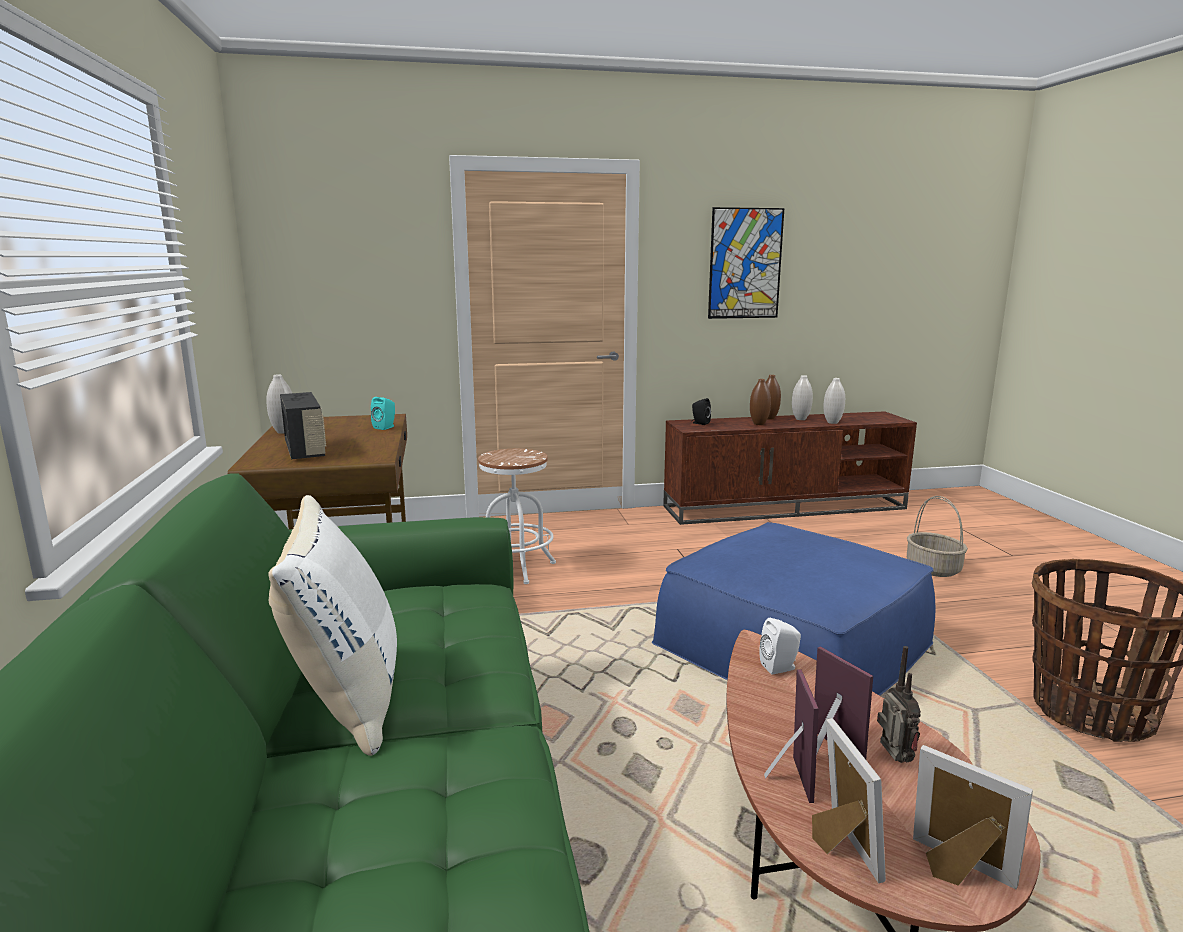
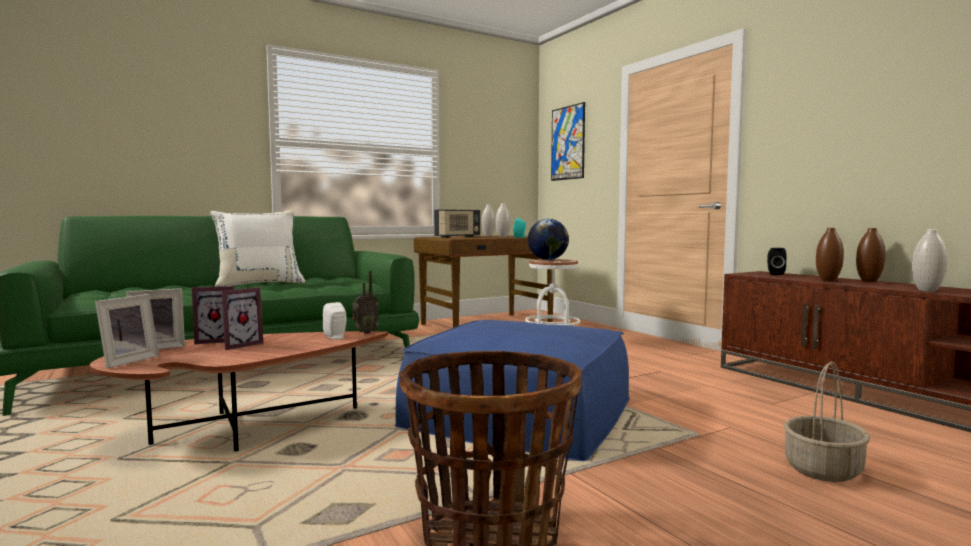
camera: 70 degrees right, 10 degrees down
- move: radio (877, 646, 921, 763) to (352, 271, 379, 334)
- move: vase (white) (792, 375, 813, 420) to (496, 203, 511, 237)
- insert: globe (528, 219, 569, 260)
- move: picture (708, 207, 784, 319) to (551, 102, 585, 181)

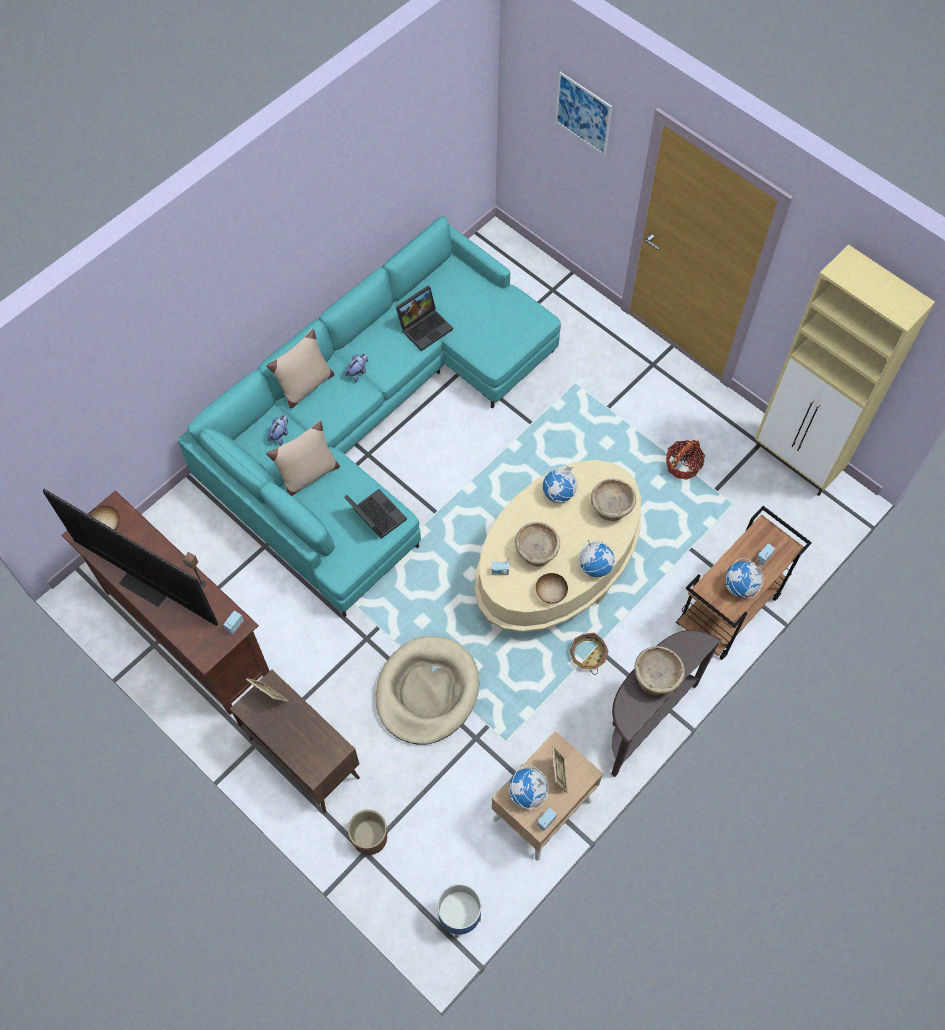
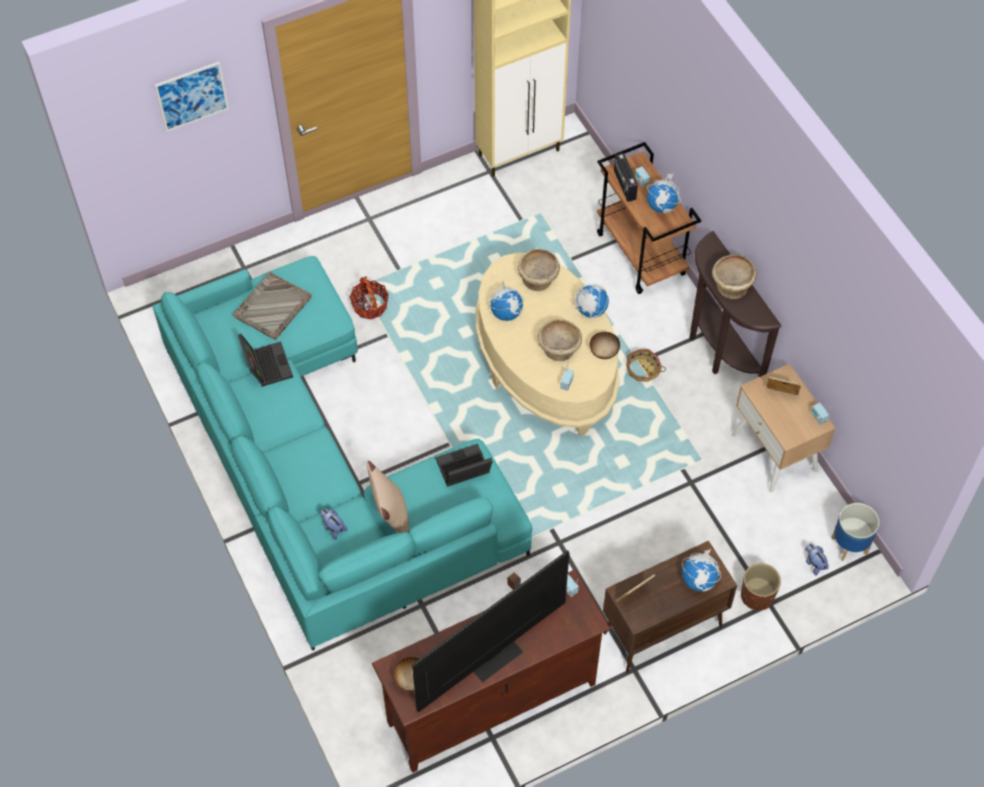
camera: 70 degrees left, 5 degrees down
- insert: tray (grey) (233, 272, 312, 340)
- move: basket (666, 440, 705, 480) to (350, 277, 389, 319)
- insert: radio (614, 153, 638, 202)
- move: globe (509, 766, 549, 810) to (682, 548, 721, 592)
- move: plush toy (345, 354, 368, 382) to (805, 544, 829, 576)
- delete: pillow (beige) (266, 329, 335, 409)
- delete: dog bed (beige) (376, 636, 479, 745)

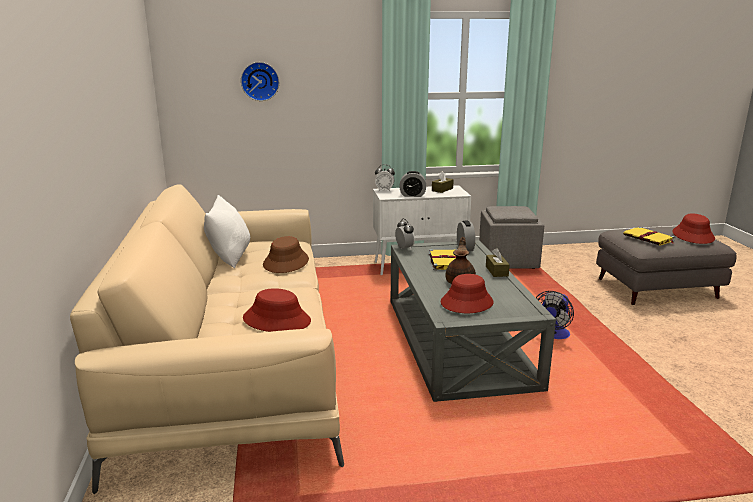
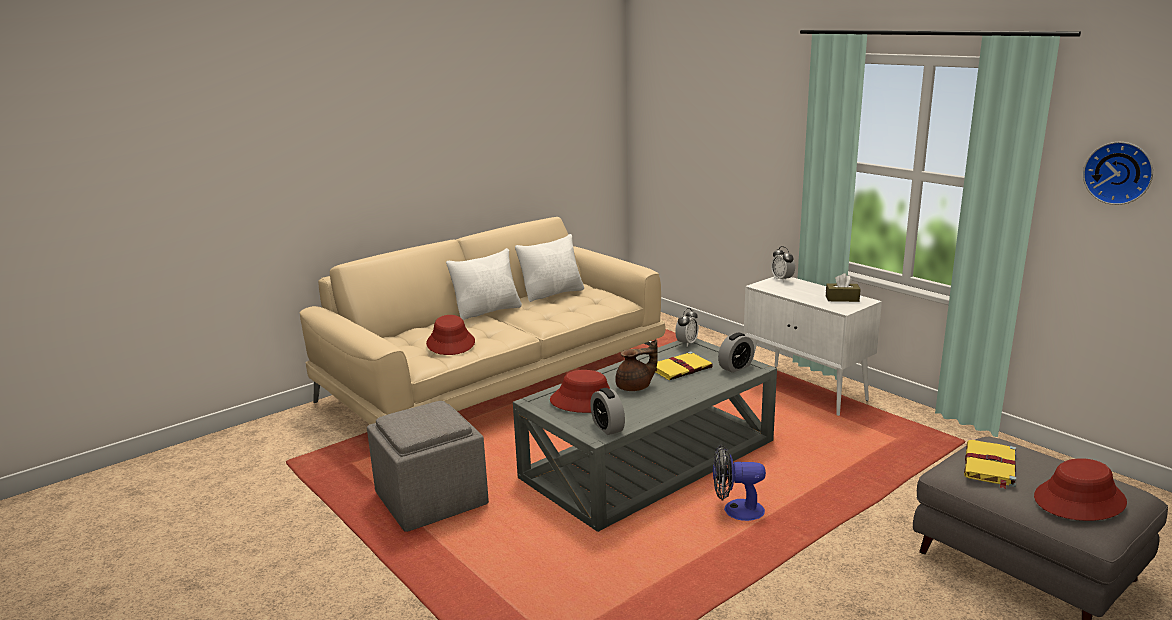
camera: 60 degrees right, 0 degrees up
- move: ottoman (grey) (479, 206, 544, 269) to (367, 401, 489, 532)
- insert: pillow (white) (446, 248, 522, 320)
- move: alarm clock (399, 171, 426, 197) to (590, 388, 625, 435)
- move: wall clock (241, 62, 279, 101) to (1083, 142, 1153, 205)
- delete: hat (brown) (263, 236, 309, 273)
- delete: tissue box (brown) (486, 248, 510, 277)

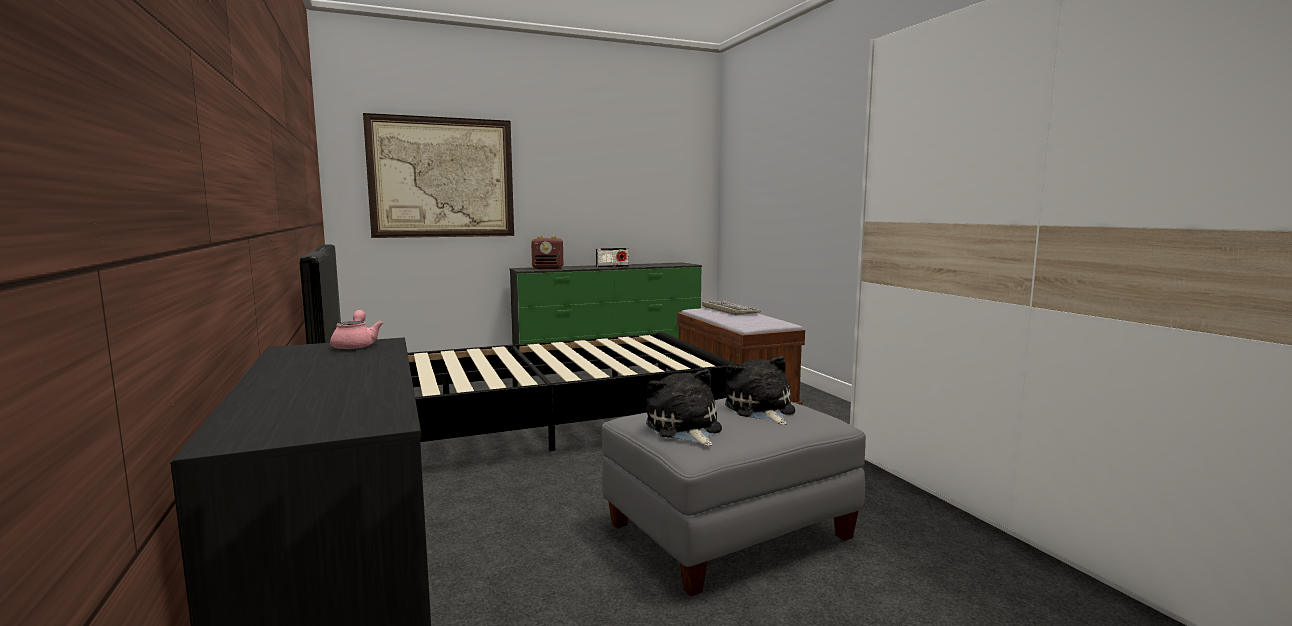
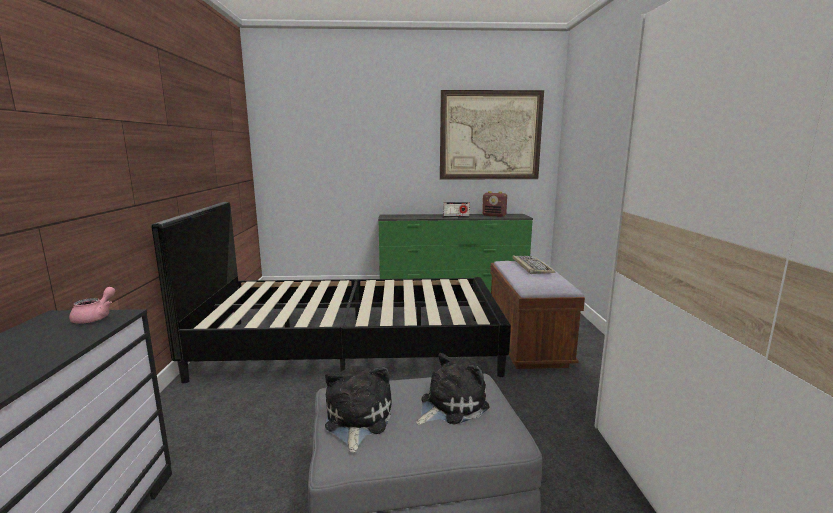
camera: 20 degrees right, 5 degrees up
- rotate: plush toy (725, 356, 795, 425) = (416, 353, 490, 425) 45 degrees clockwise
- move: picture (363, 113, 514, 238) to (440, 90, 544, 179)
- move: radio (531, 236, 563, 269) to (482, 191, 507, 217)

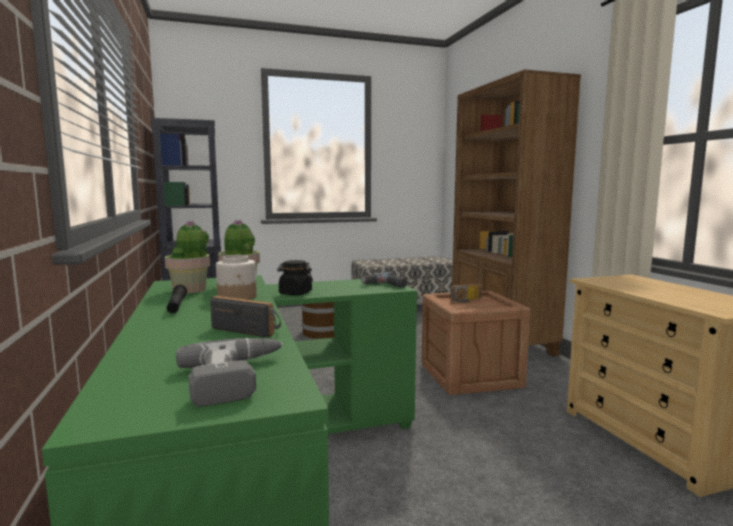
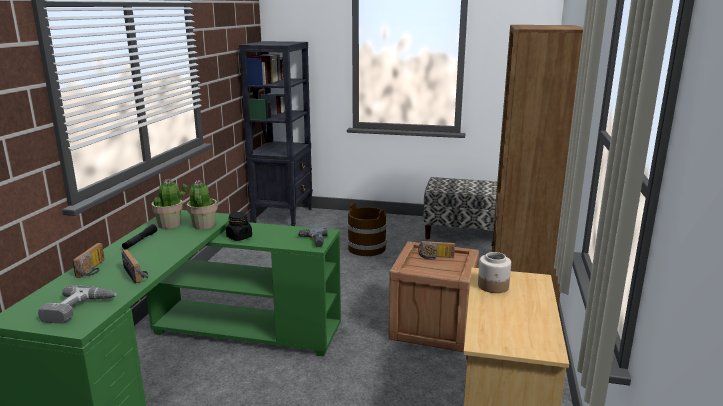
camera: 30 degrees right, 10 degrees up
- insert: radio (72, 243, 105, 278)
- move: jar (216, 255, 257, 300) to (478, 252, 511, 293)

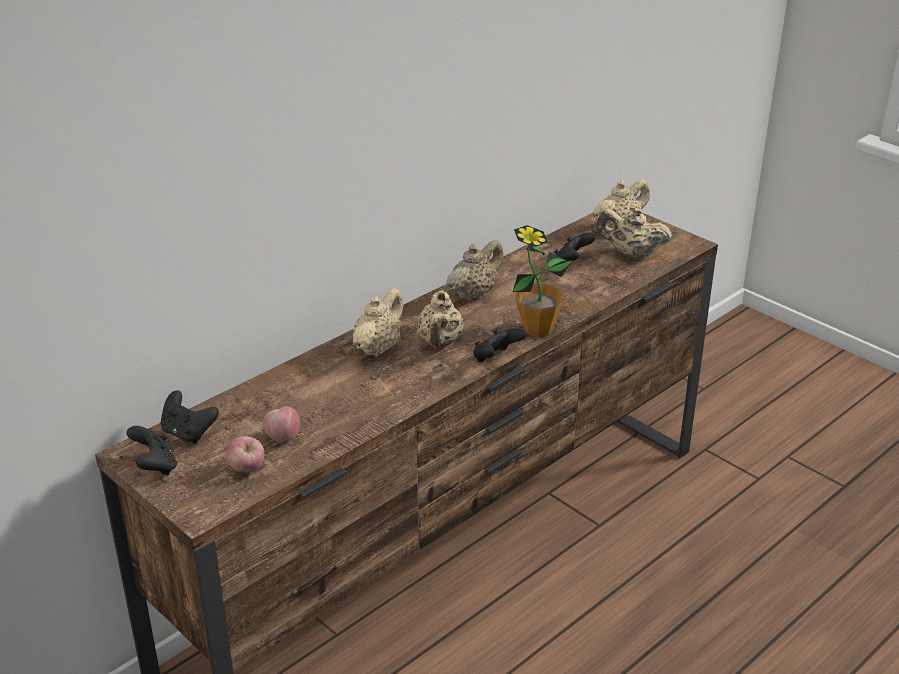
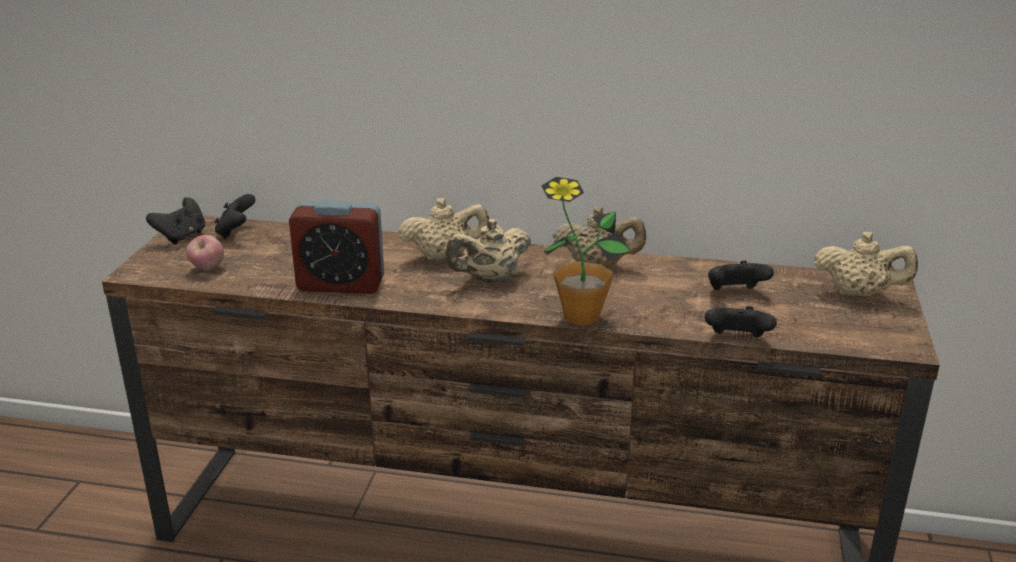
camera: 55 degrees right, 5 degrees down
- insert: alarm clock (289, 200, 384, 294)
- move: game controller (black) (473, 328, 527, 362) to (705, 306, 777, 337)
- delete: apple (263, 407, 300, 442)
- delete: teapot (beige) (597, 208, 672, 259)

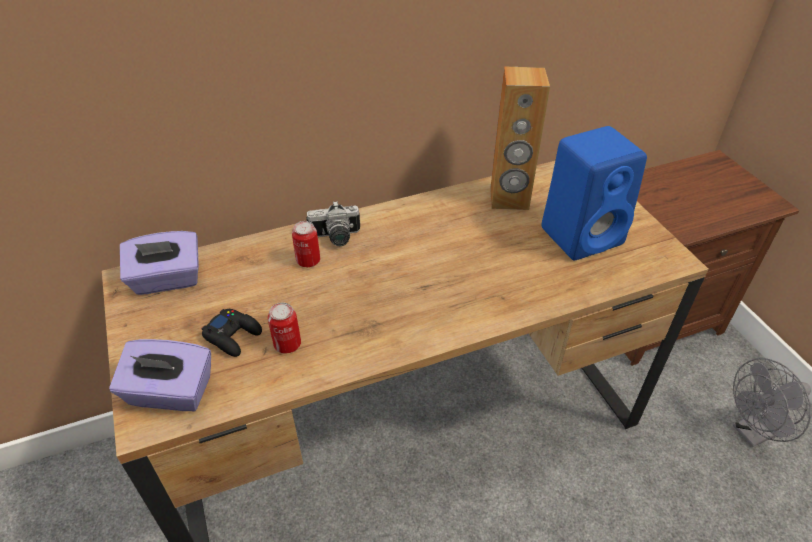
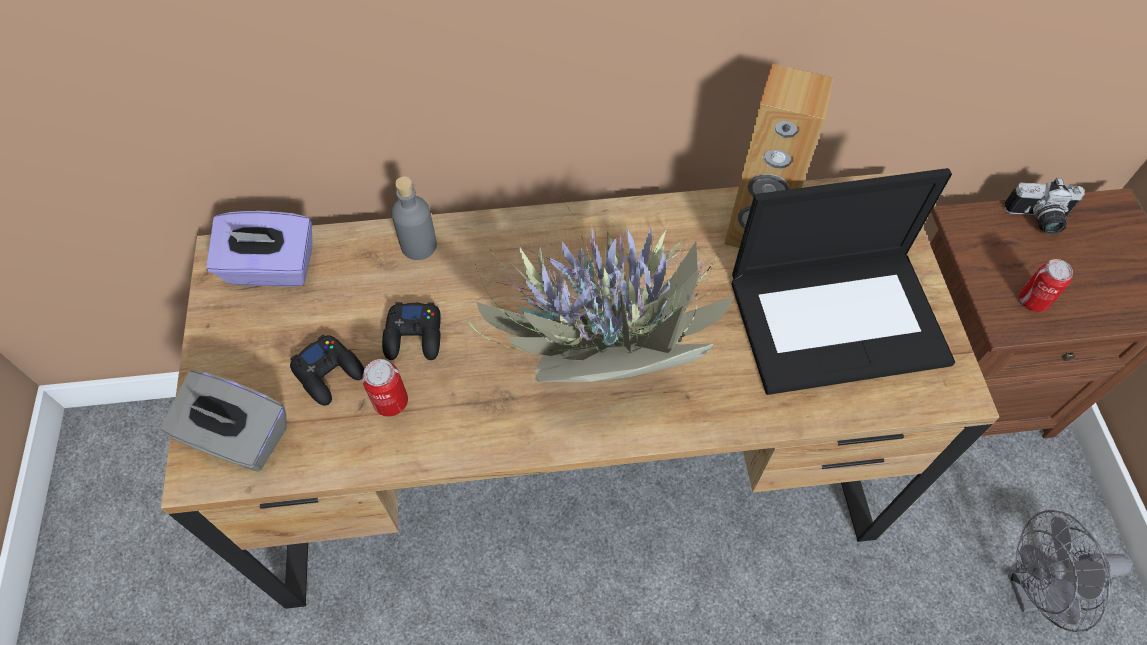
camera: 15 degrees right, 15 degrees up
- recolor: tissue box (purple) (109, 339, 211, 411) to tissue box (grey) (160, 370, 286, 472)
- insert: game controller (black) (382, 302, 441, 360)
- insert: bottle (grey) (392, 176, 437, 260)
- insert: potted plant (466, 194, 745, 382)
- replace: speaker (blue) (541, 126, 647, 261) to laptop (731, 168, 955, 395)
- move: photo camera (307, 201, 360, 246) to (1004, 178, 1085, 235)
- move: can (292, 221, 320, 267) to (1019, 259, 1073, 312)

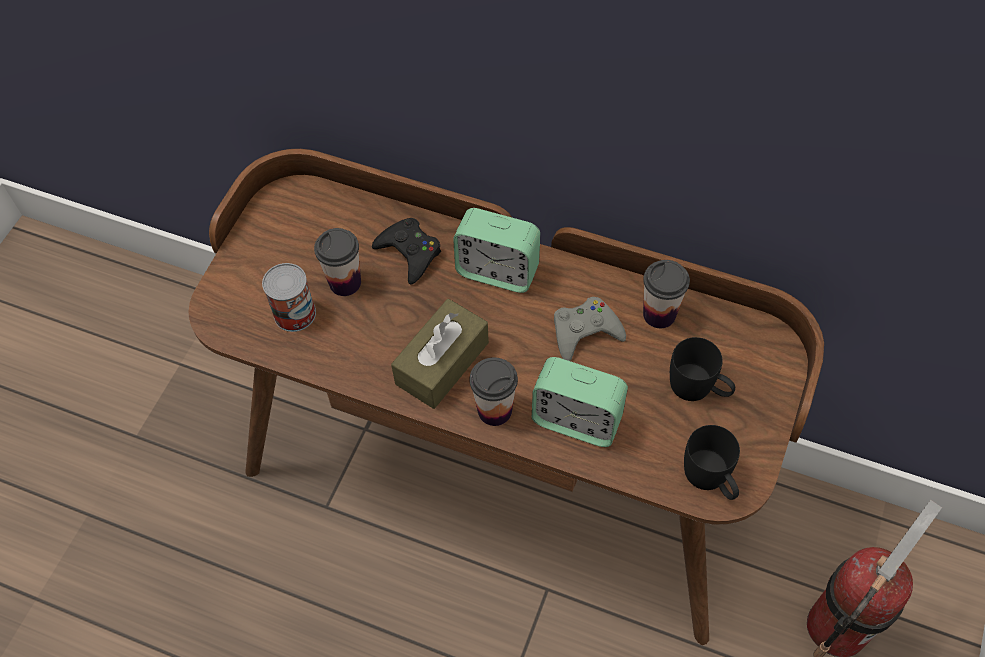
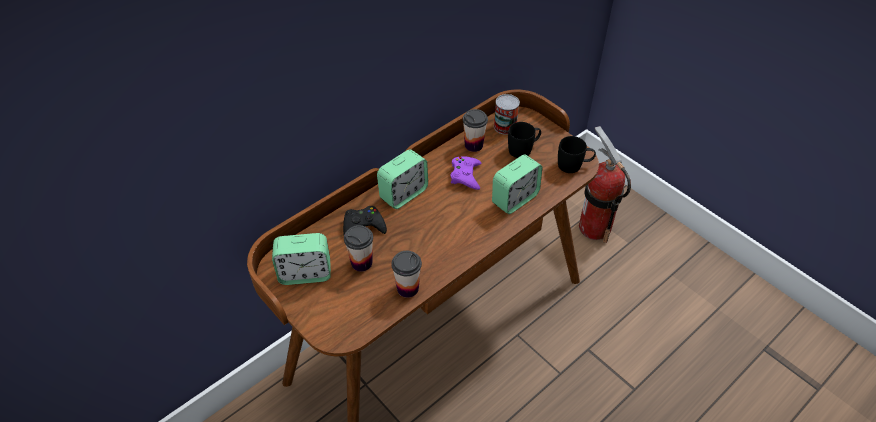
camera: 65 degrees left, 10 degrees down
- insert: alarm clock (272, 233, 331, 285)
- move: cup (470, 357, 518, 426) to (391, 251, 422, 298)
- recolor: game controller (grey) (554, 297, 626, 361) to game controller (purple) (451, 156, 481, 190)
- move: can (262, 263, 316, 332) to (494, 94, 520, 135)
- delete: tissue box (brown) (391, 299, 489, 409)

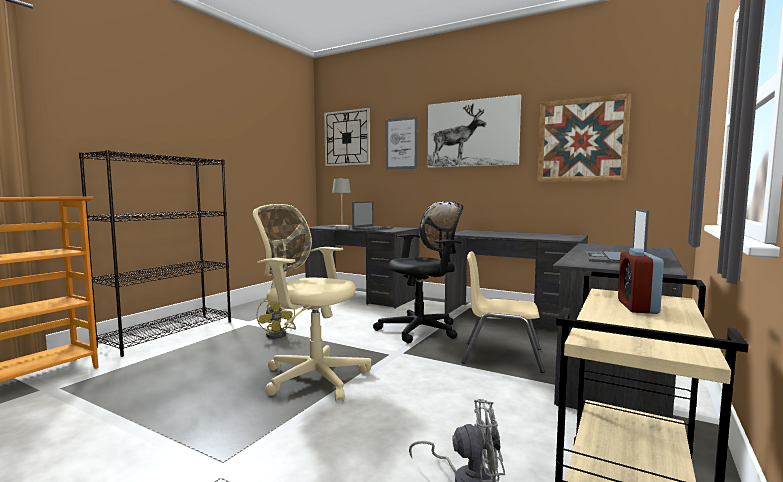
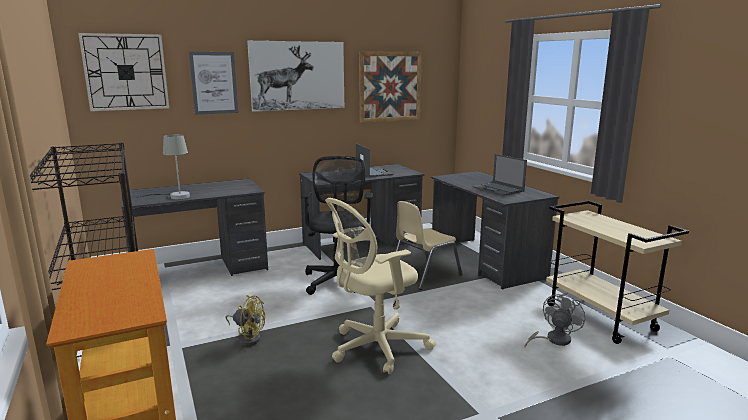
camera: 55 degrees left, 10 degrees up
- move: laptop (352, 201, 394, 231) to (356, 143, 394, 177)
- delete: alarm clock (618, 248, 664, 314)

